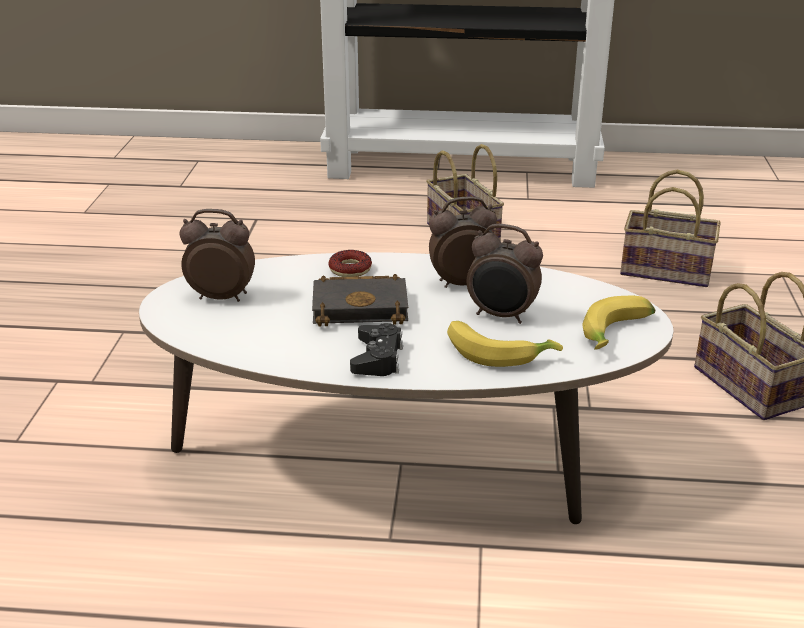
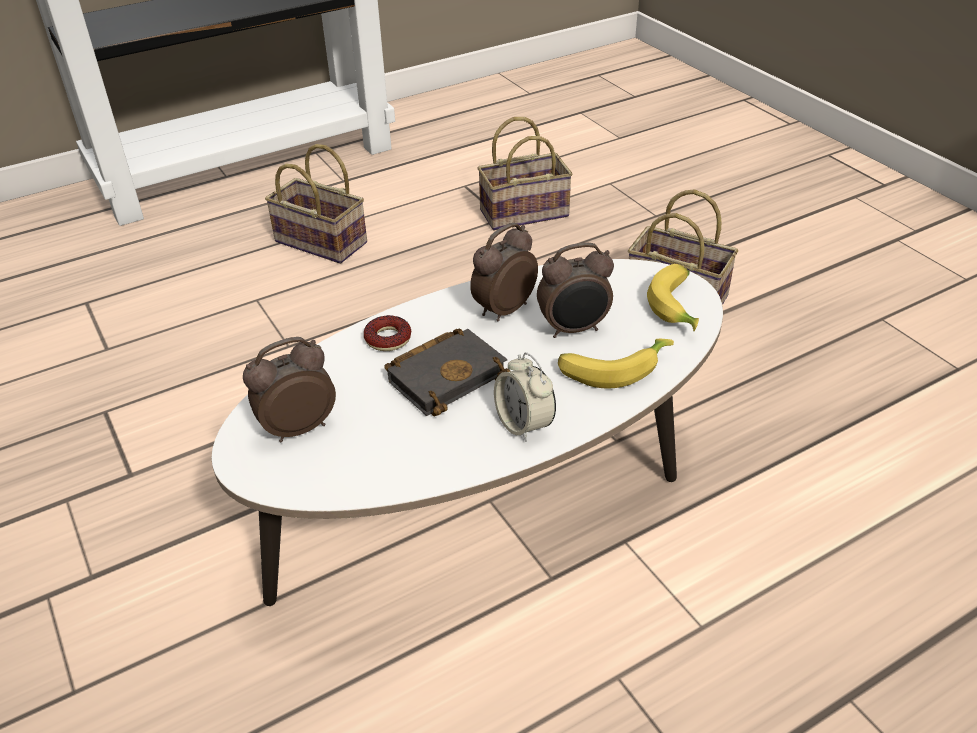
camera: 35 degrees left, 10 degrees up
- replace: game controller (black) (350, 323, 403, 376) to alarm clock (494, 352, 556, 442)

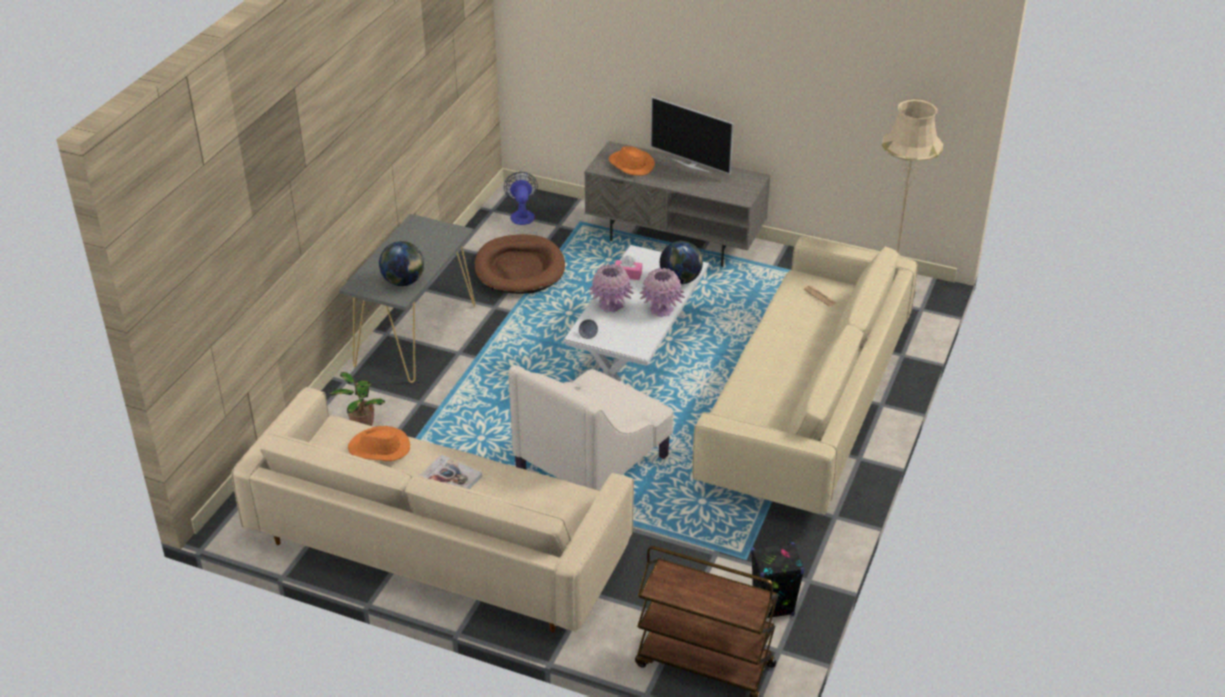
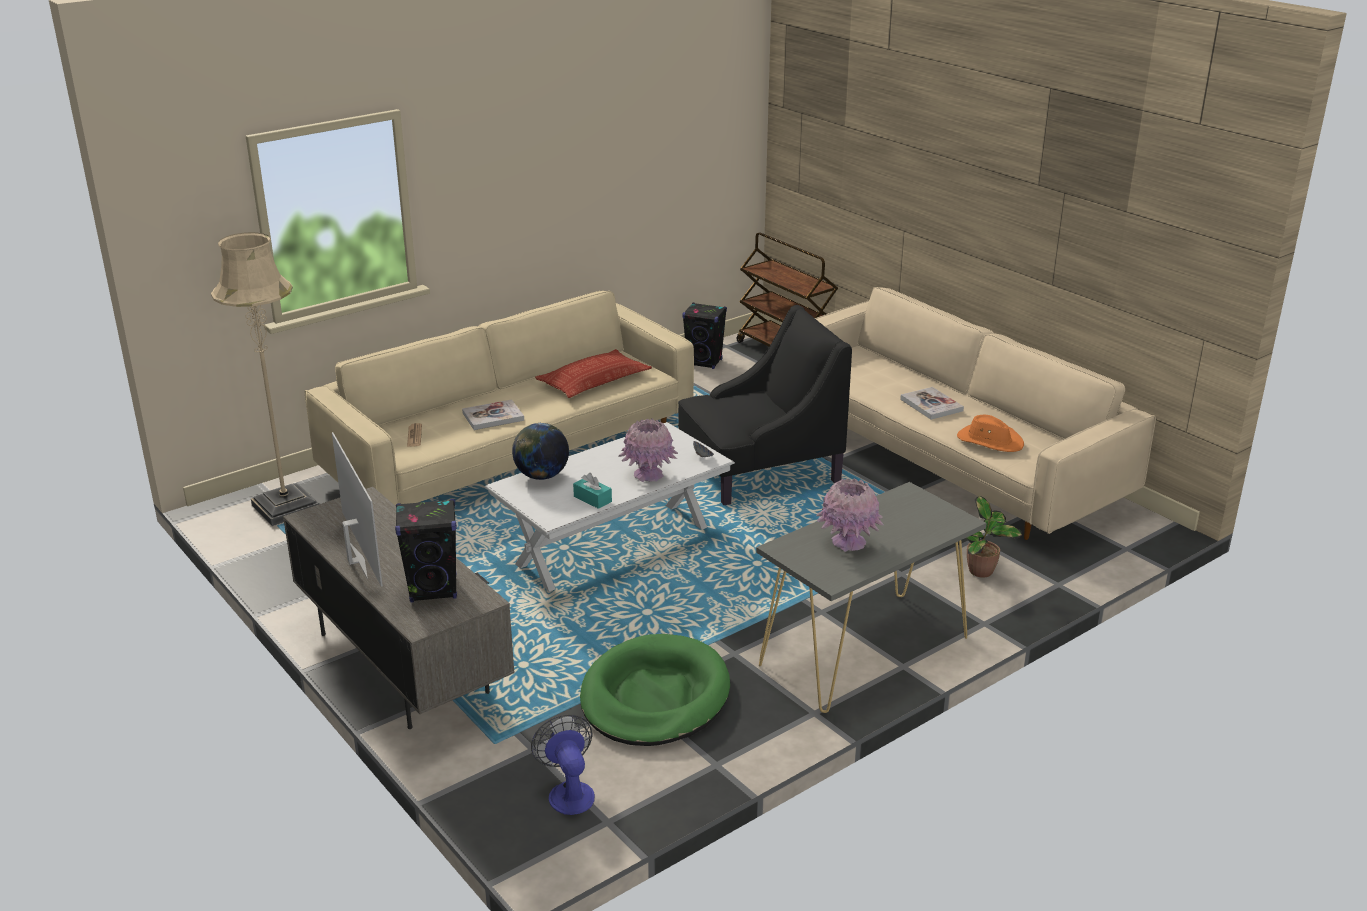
camera: 150 degrees left, 10 degrees down
- replace: hat (orange) (609, 146, 655, 176) to speaker (black) (395, 499, 457, 603)
- insert: book (462, 399, 524, 430)
- rotate: fan (504, 172, 538, 225) = (531, 714, 595, 815) 135 degrees clockwise
- insert: pillow (535, 349, 652, 398)
- recolor: tissue box (pink) (615, 255, 642, 280) to tissue box (turquoise) (573, 473, 612, 509)
- recolor: dog bed (brown) (475, 234, 565, 294) to dog bed (green) (580, 634, 730, 746)
- recolor: armchair (beige) (508, 365, 674, 491) to armchair (black) (678, 305, 852, 505)
- move: vase (pink) (639, 267, 685, 317) to (816, 479, 884, 552)
- delete: globe (379, 241, 424, 286)

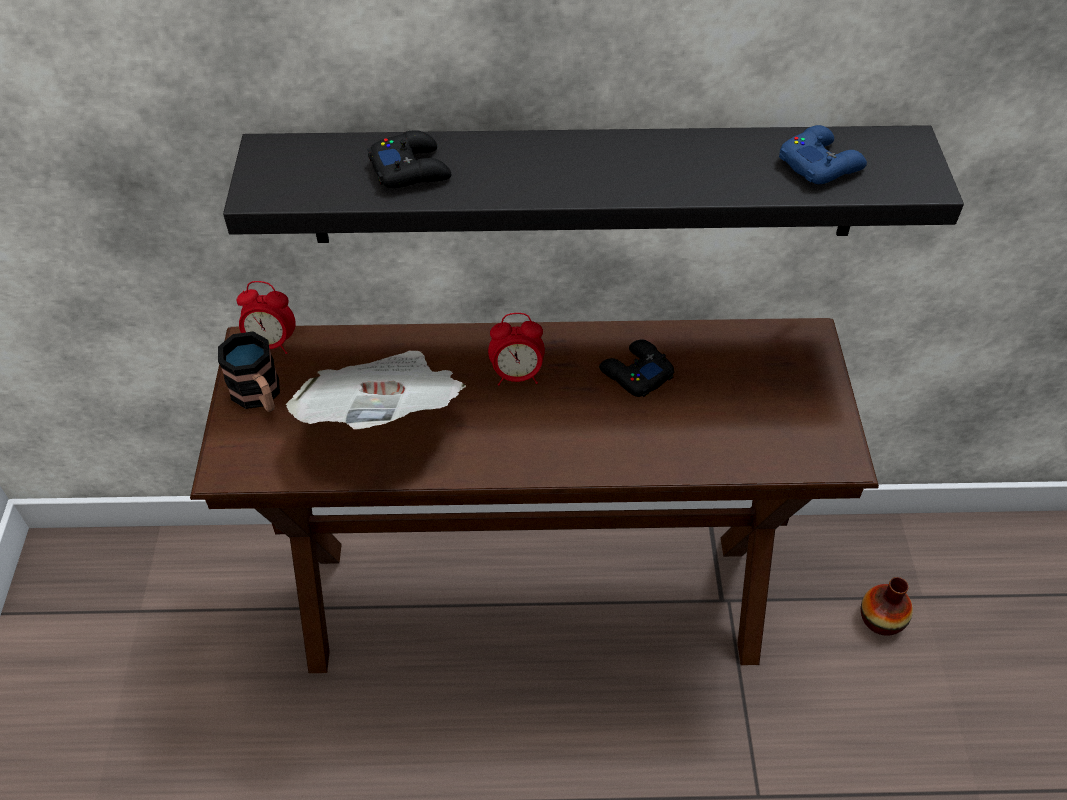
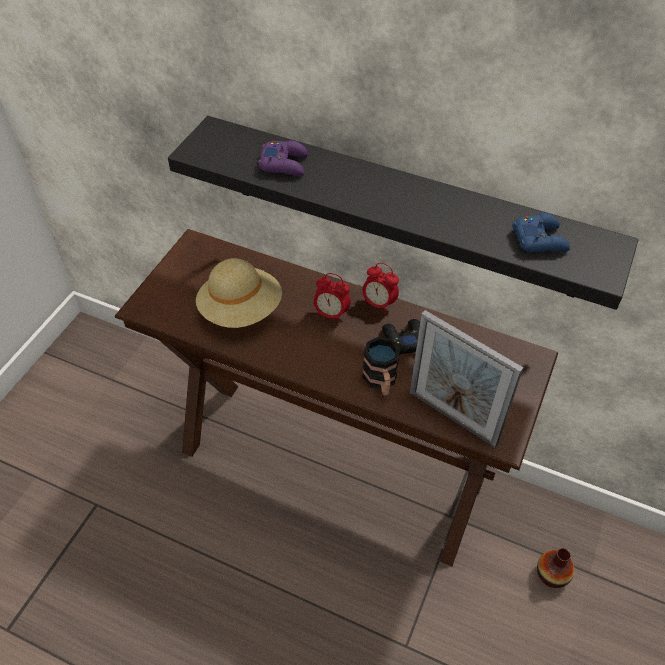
camera: 25 degrees right, 0 degrees up
- replace: newspaper (286, 351, 466, 430) to hat (beige) (196, 258, 282, 328)
- recolor: game controller (black) (367, 130, 451, 188) to game controller (purple) (259, 140, 308, 176)
- move: alarm clock (237, 281, 296, 354) to (362, 263, 399, 314)
- move: mug (218, 332, 280, 412) to (362, 336, 400, 396)
- insert: picture frame (410, 310, 523, 447)

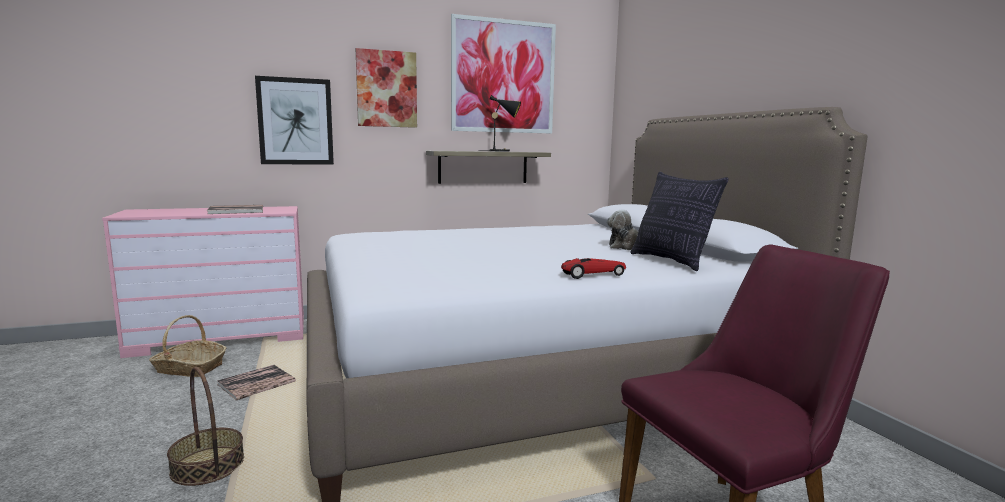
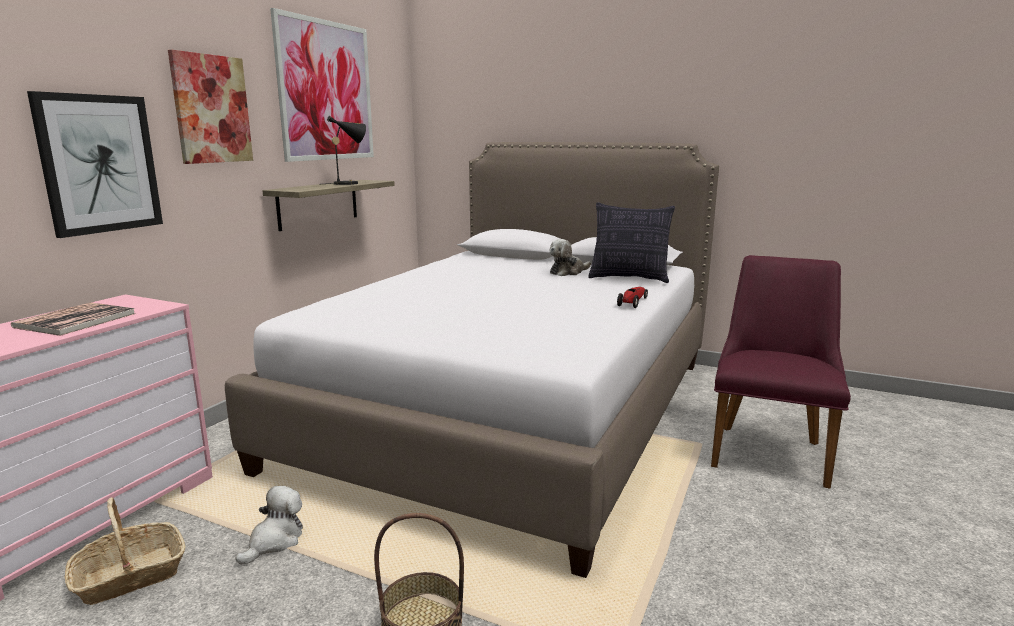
camera: 45 degrees left, 5 degrees up
- replace: book (217, 365, 296, 400) to plush toy (236, 486, 303, 565)

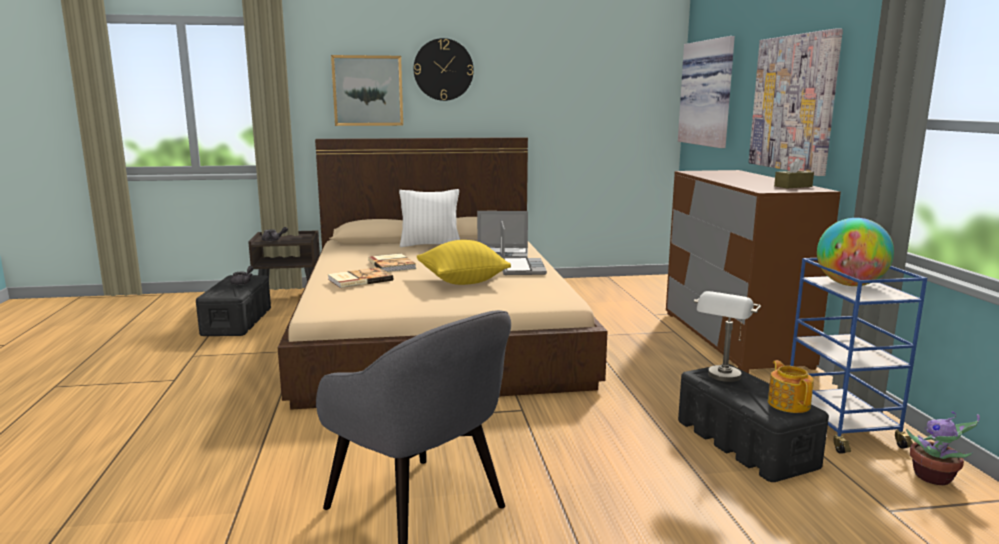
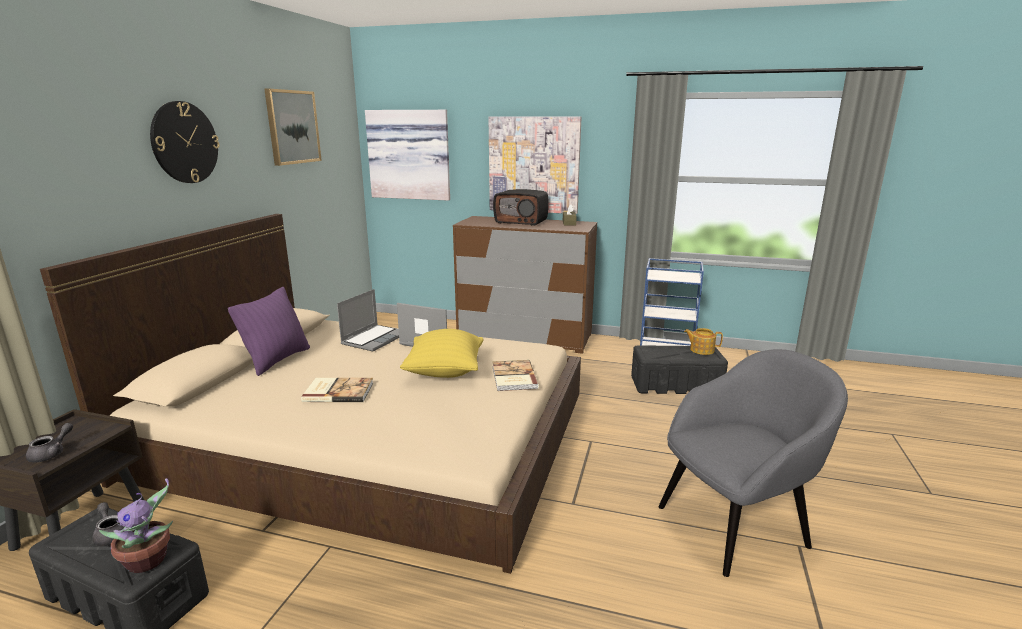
camera: 65 degrees left, 5 degrees up
- move: potted plant (906, 412, 980, 485) to (99, 478, 173, 573)
- recolor: pillow (white) (399, 189, 460, 247) to pillow (purple) (228, 287, 310, 376)
- move: picture (331, 55, 403, 126) to (264, 89, 322, 166)
- move: book (328, 267, 393, 288) to (492, 360, 539, 391)
- insert: radio (493, 189, 549, 226)
- delete: table lamp (grey) (694, 291, 761, 382)
- delete: globe (817, 218, 894, 286)

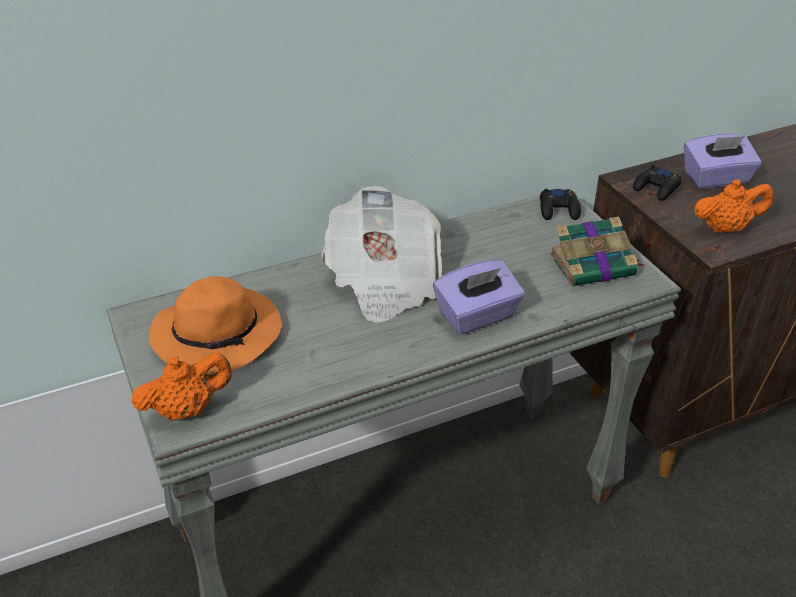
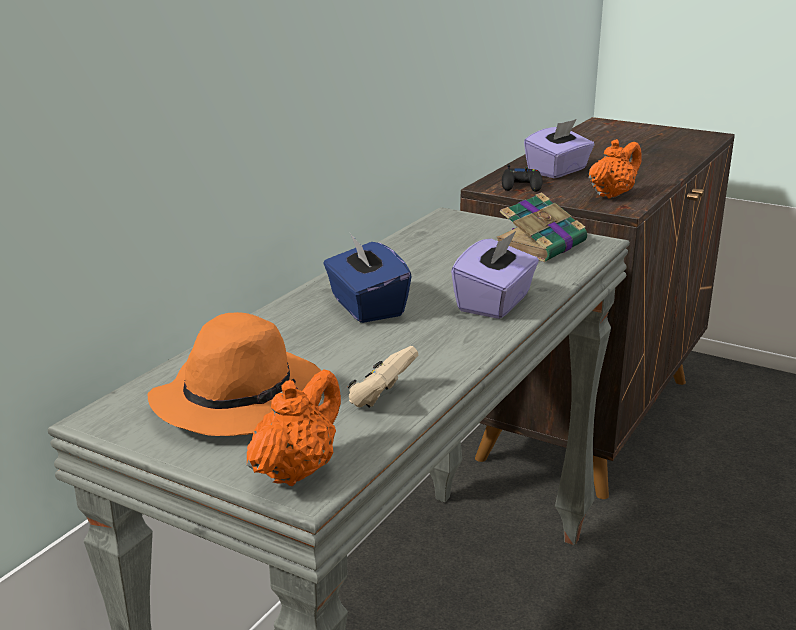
camera: 35 degrees left, 15 degrees down
- replace: newspaper (321, 186, 442, 323) to tissue box (blue) (324, 233, 412, 323)
- insert: game controller (beige) (348, 346, 419, 407)
- delete: game controller (black) (540, 189, 581, 220)

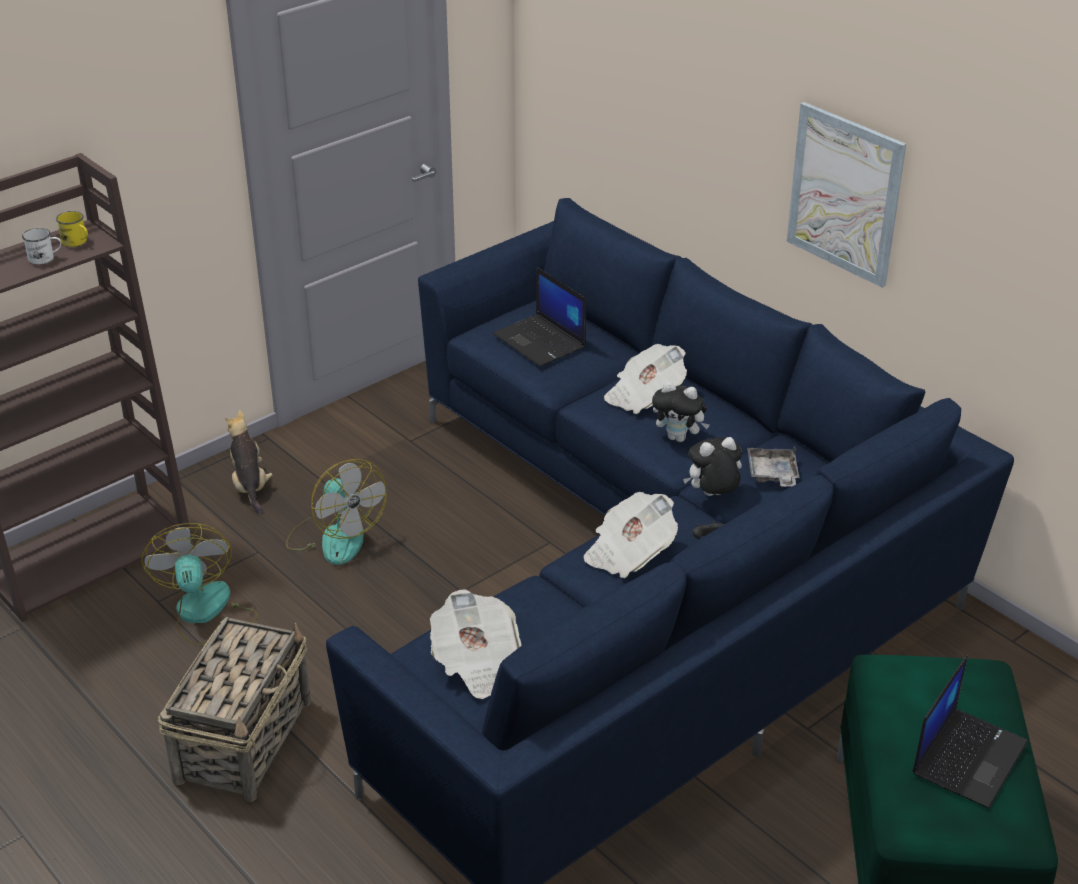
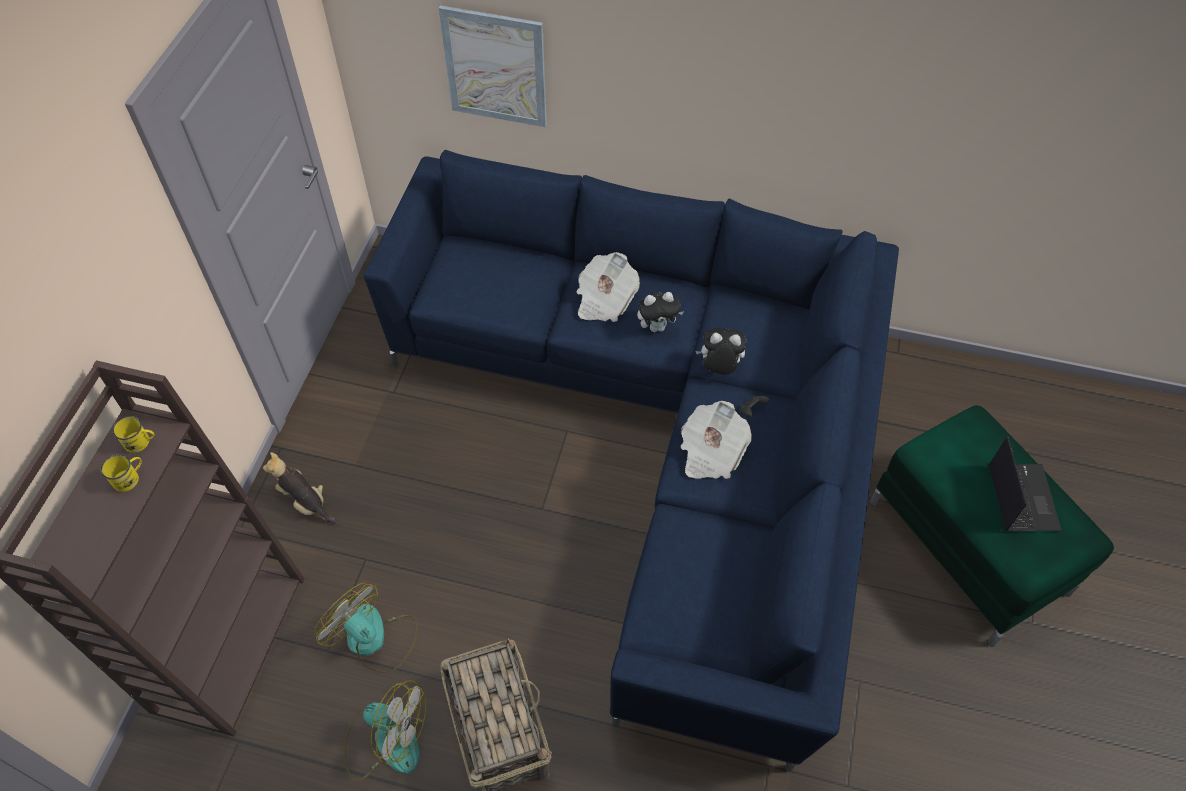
camera: 35 degrees left, 20 degrees up
- recolor: mug (white) (22, 228, 62, 264) to mug (yellow) (101, 455, 142, 492)
- move: fan (286, 459, 387, 565) to (343, 680, 427, 781)
- move: picture (787, 102, 906, 288) to (439, 5, 547, 127)
- rotate: plush toy (683, 437, 742, 496) = (696, 328, 746, 374) 60 degrees clockwise
- delete: newspaper (430, 589, 522, 699)
- delete: laptop (493, 267, 586, 367)
- delete: tray (grey) (747, 446, 800, 487)

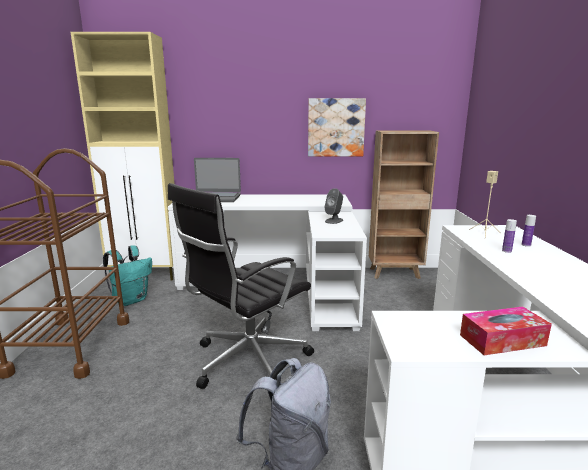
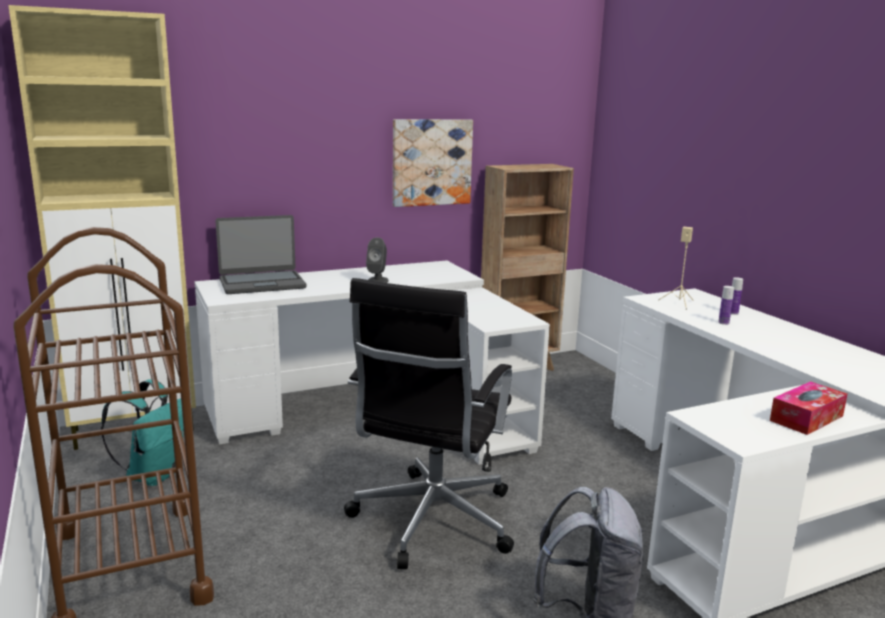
camera: 25 degrees left, 0 degrees up
- move: speaker (grey) (325, 188, 343, 224) to (366, 237, 389, 283)

